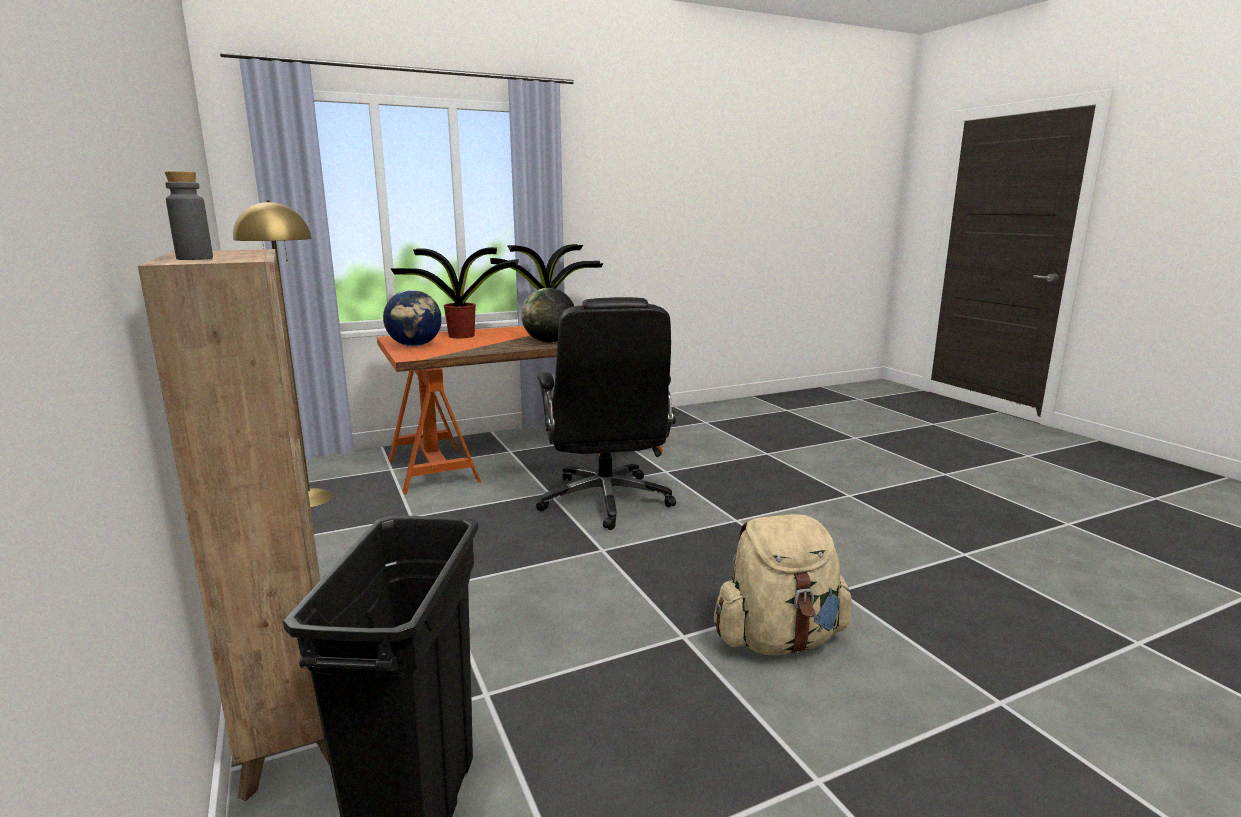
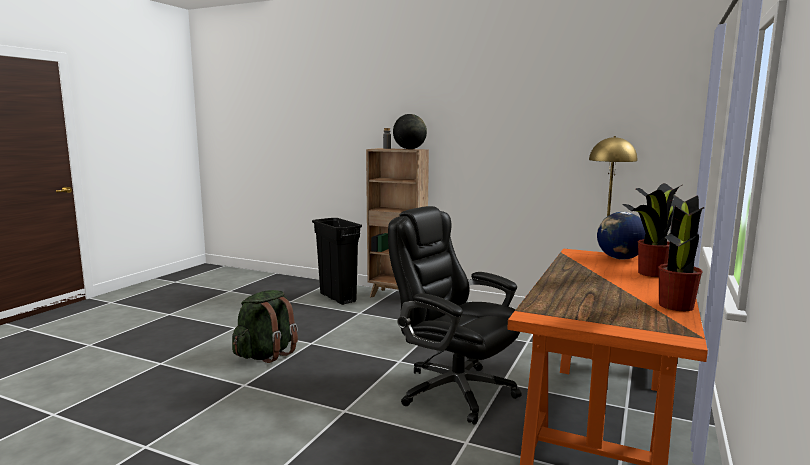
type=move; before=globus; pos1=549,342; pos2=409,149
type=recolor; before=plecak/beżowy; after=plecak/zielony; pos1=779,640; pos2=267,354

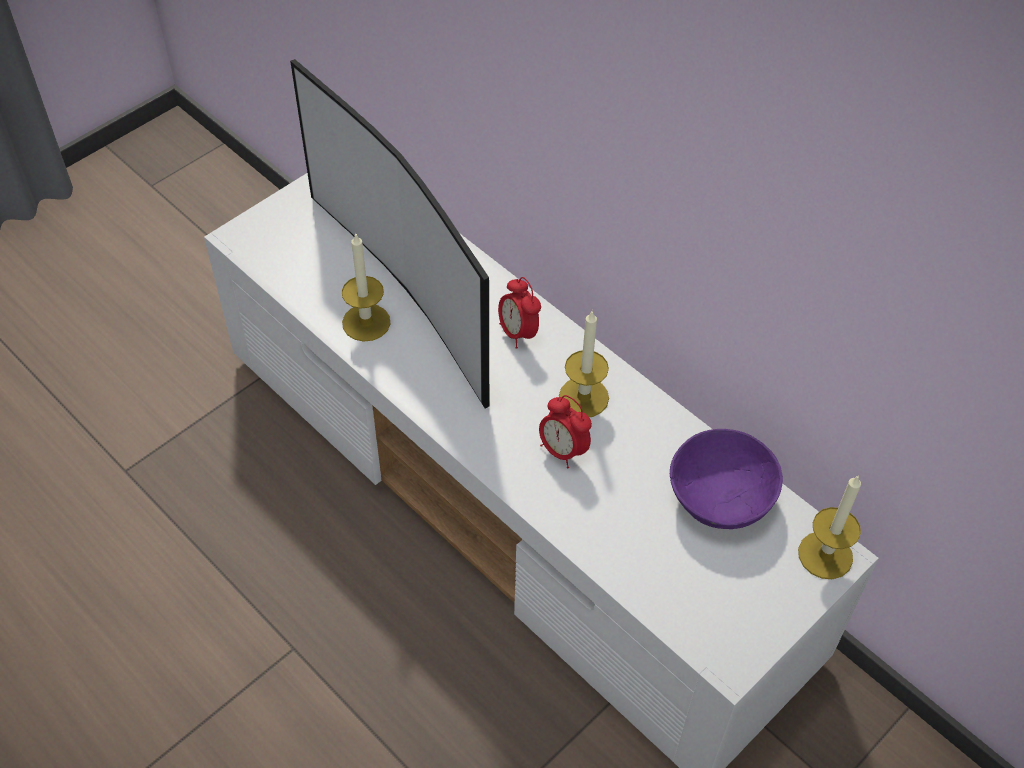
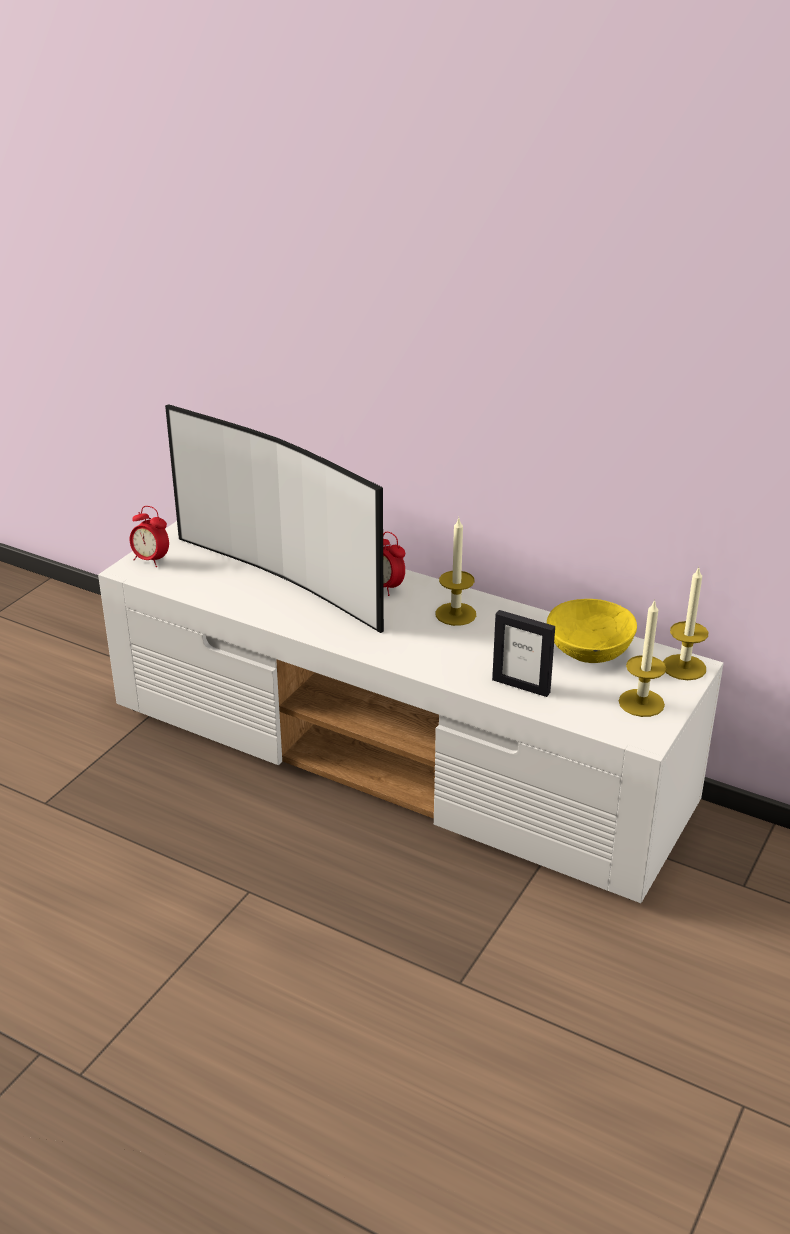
type=move; before=świeca; pos1=366,322; pos2=641,703
type=move; before=budzik; pos1=563,450; pos2=151,560
type=recolor; before=miska/fioletowy; after=miska/żółty; pos1=722,496; pos2=590,649
type=insert; after=ramka na zdjęcie; pos2=521,686

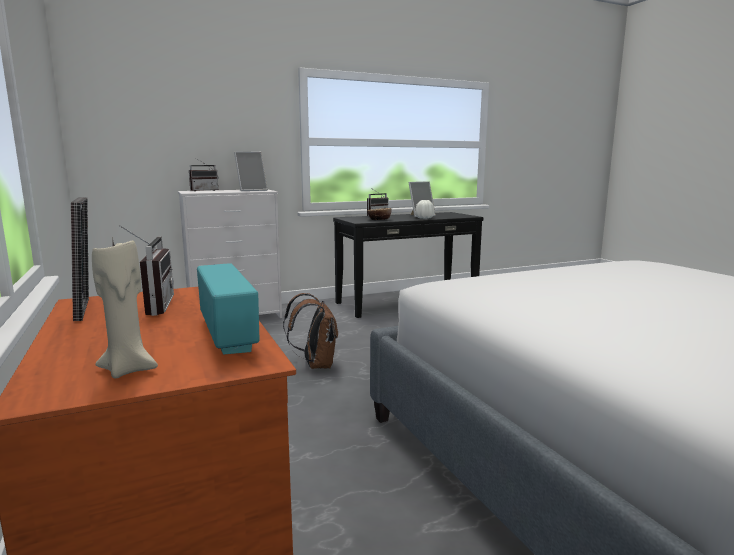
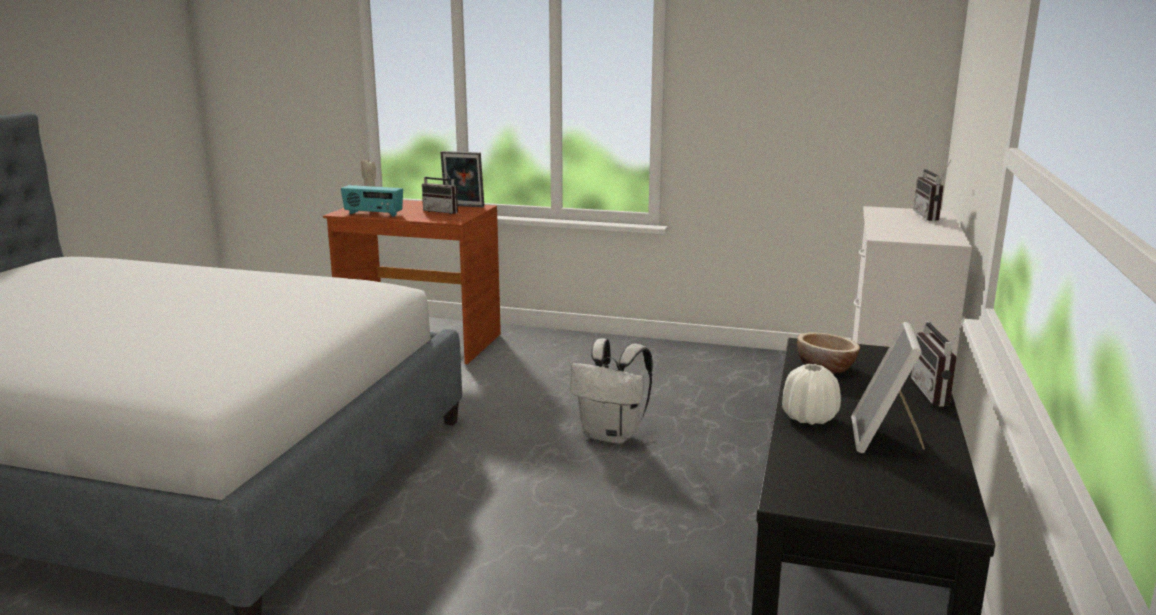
type=delete; before=ramka na zdjęcie; pos1=251,190
type=recolor; before=plecak/brązowy; after=plecak/biały; pos1=315,365; pos2=612,435

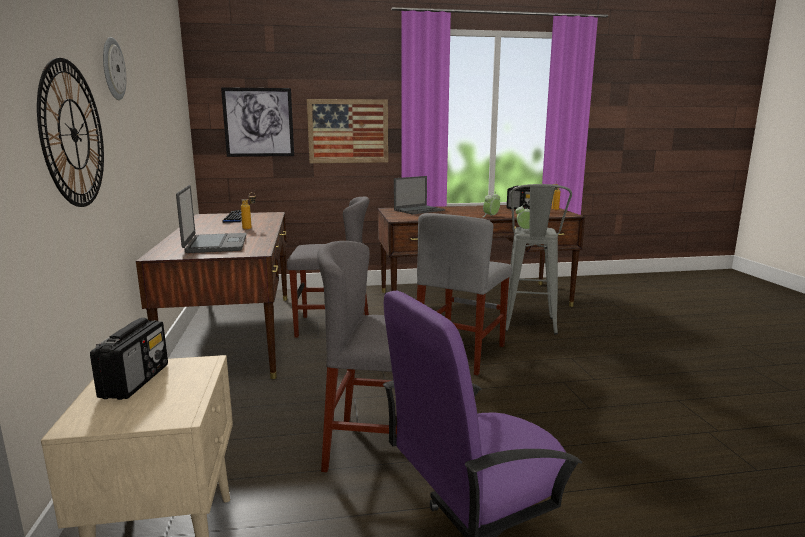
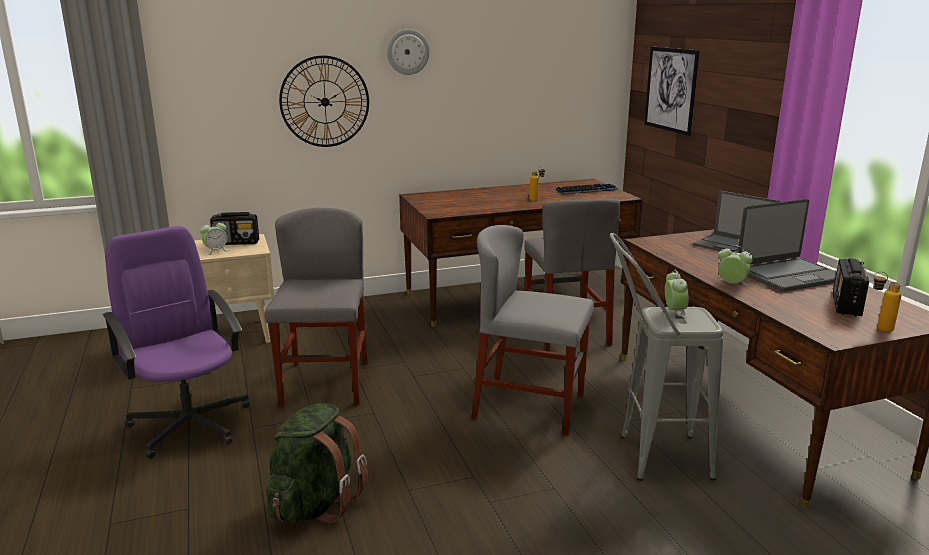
type=delete; before=obraz; pos1=348,131
type=move; before=laptop; pos1=215,244; pos2=789,275
type=insert; after=budzik; pos2=216,251
type=insert; after=plecak/zielony; pos2=315,503

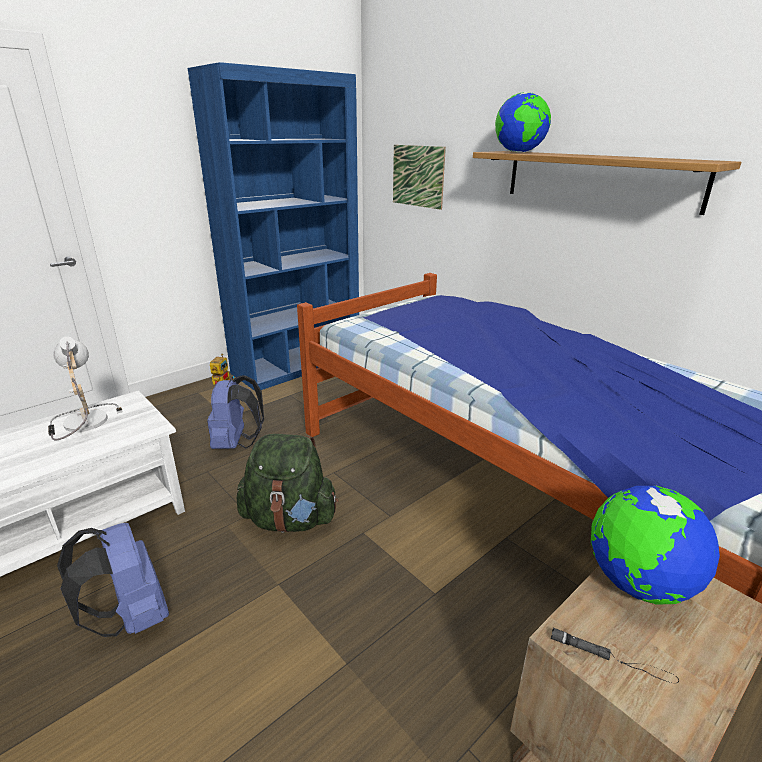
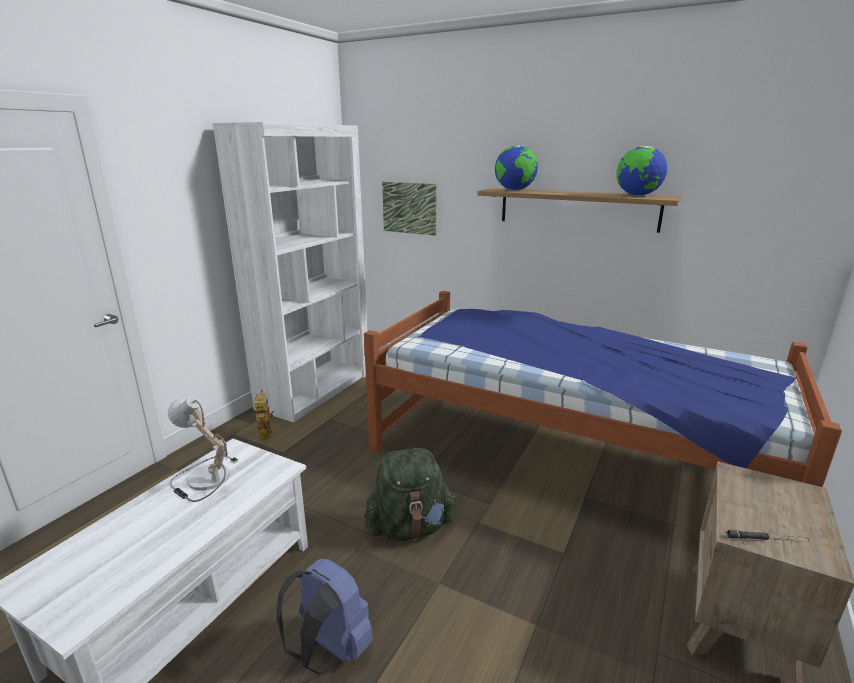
type=recolor; before=regał/niebieski; after=regał/biały; pos1=297,365; pos2=316,390
type=delete; before=plecak/niebieski; pos1=236,444
type=move; before=globus; pos1=638,583; pos2=637,195

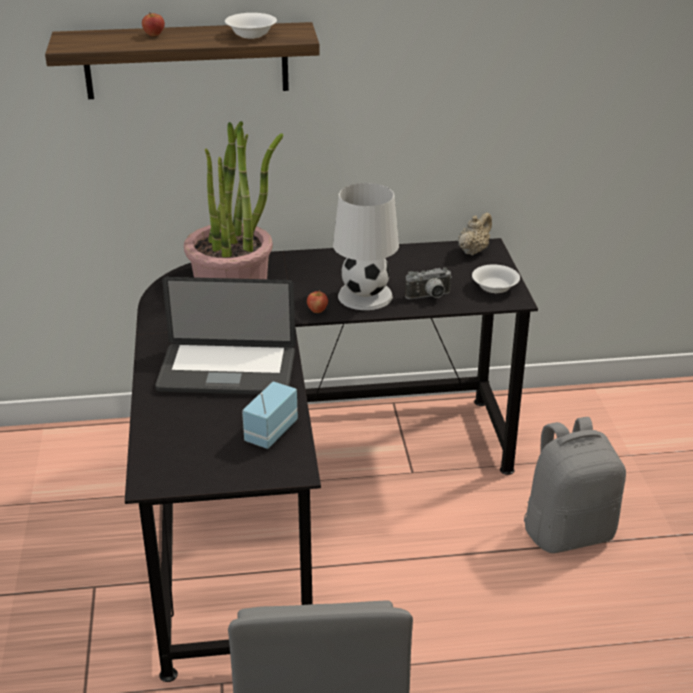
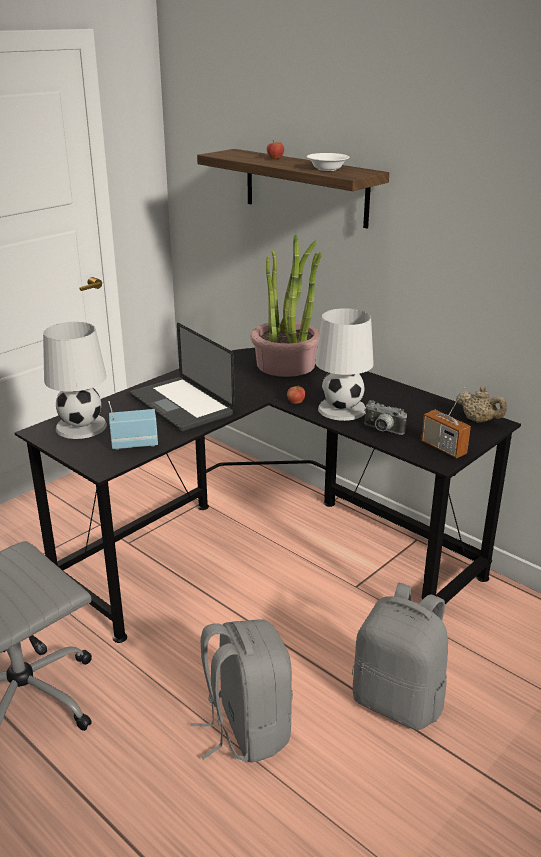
type=rotate; before=imbryk/beżowy; pos1=473,251; pos2=479,421; turn=45
type=replace; before=miska/biały; after=radio; pos1=495,287; pos2=443,448
type=insert; after=lampa stołowa/biały; pos2=81,426
type=insert; after=plecak/szary; pos2=246,729

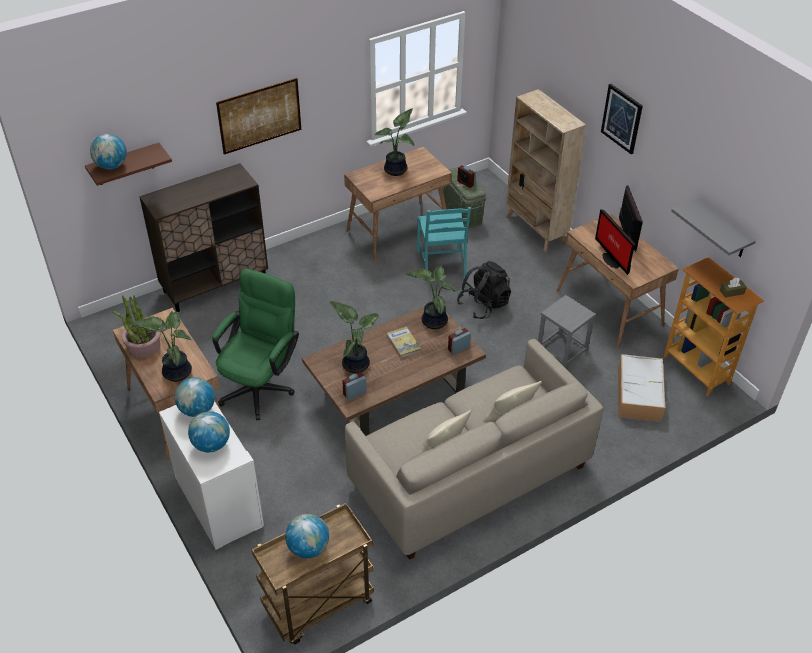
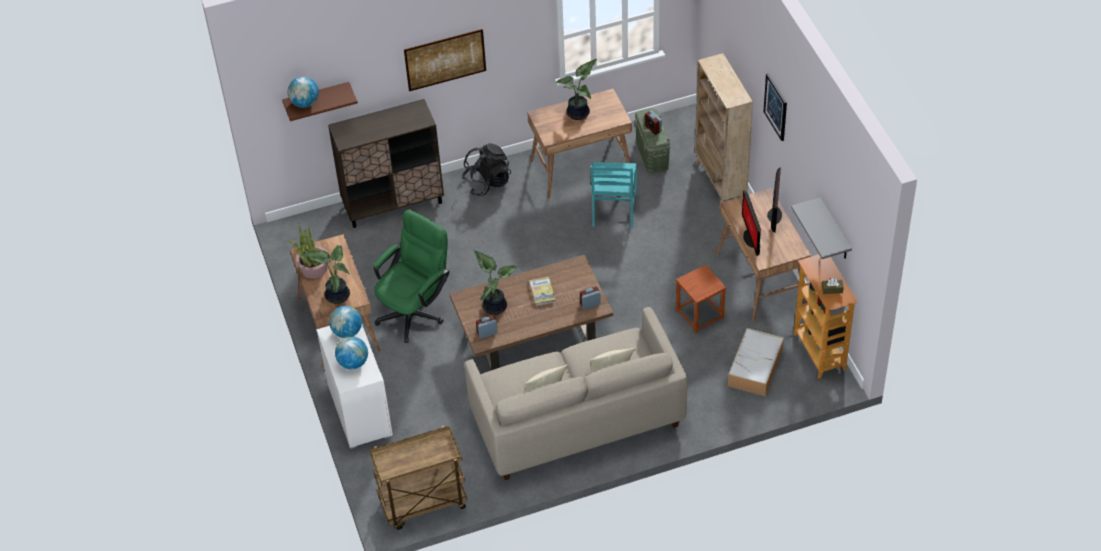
type=move; before=plecak/czarny; pos1=483,305; pos2=487,182
type=delete; before=roślina doniczkowa; pos1=433,321
type=recolor; before=stołek/szary; after=stołek/brązowy; pos1=561,350; pos2=699,314
type=delete; before=globus; pos1=308,548

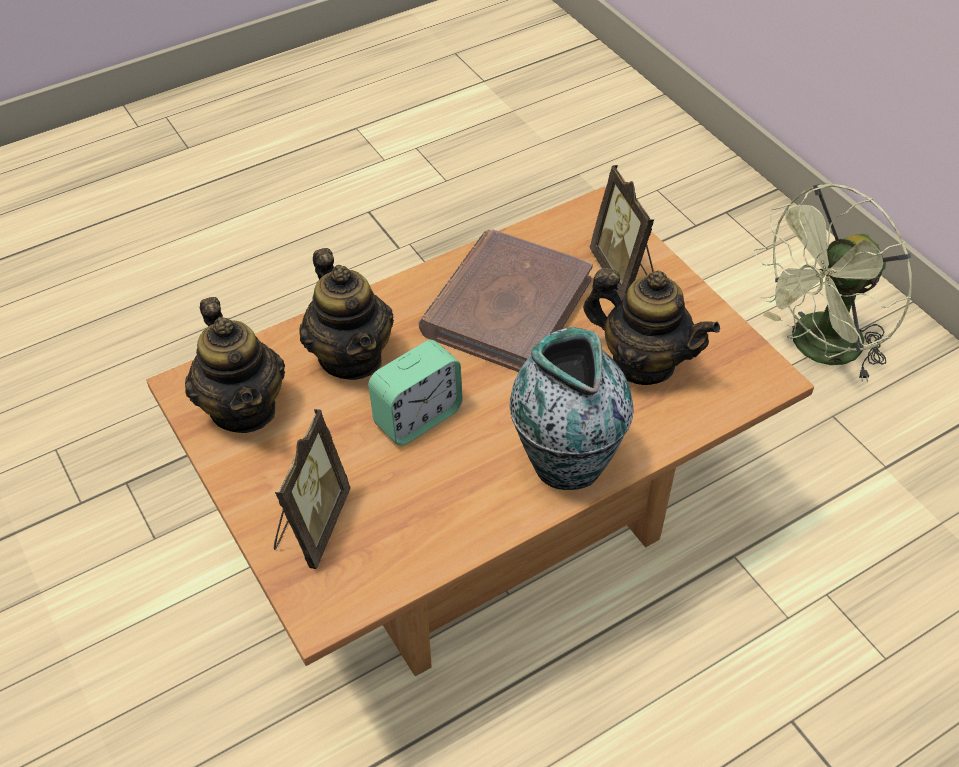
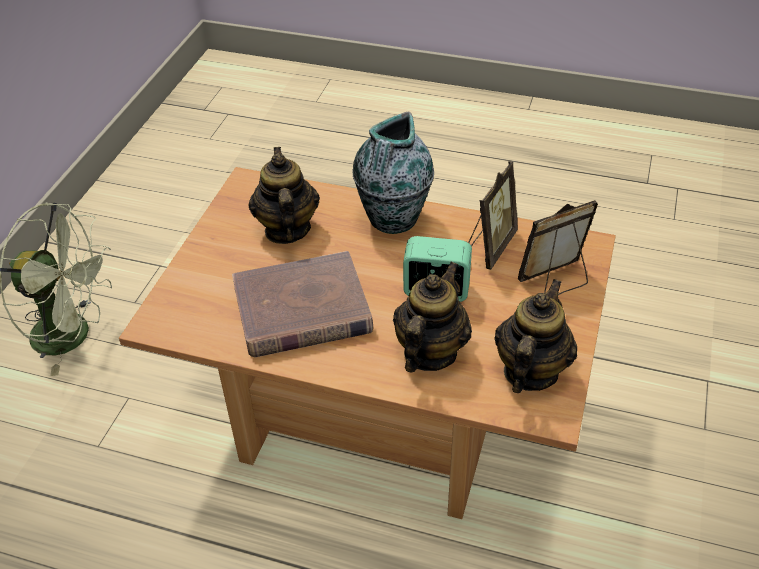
type=move; before=ramka na zdjęcie; pos1=624,273; pos2=489,247

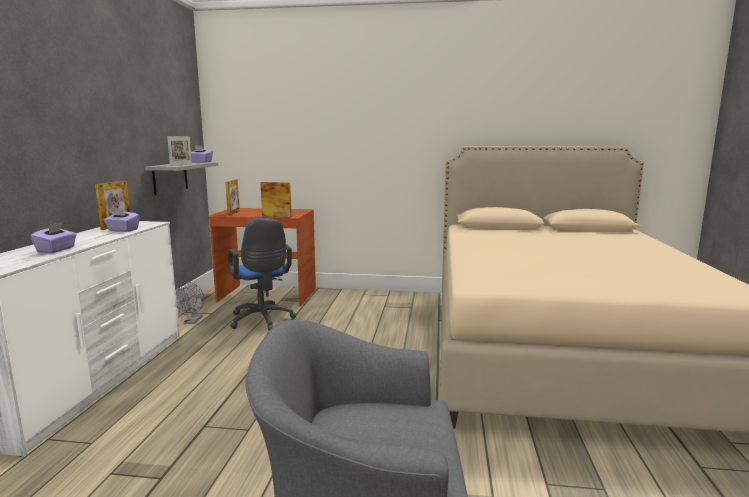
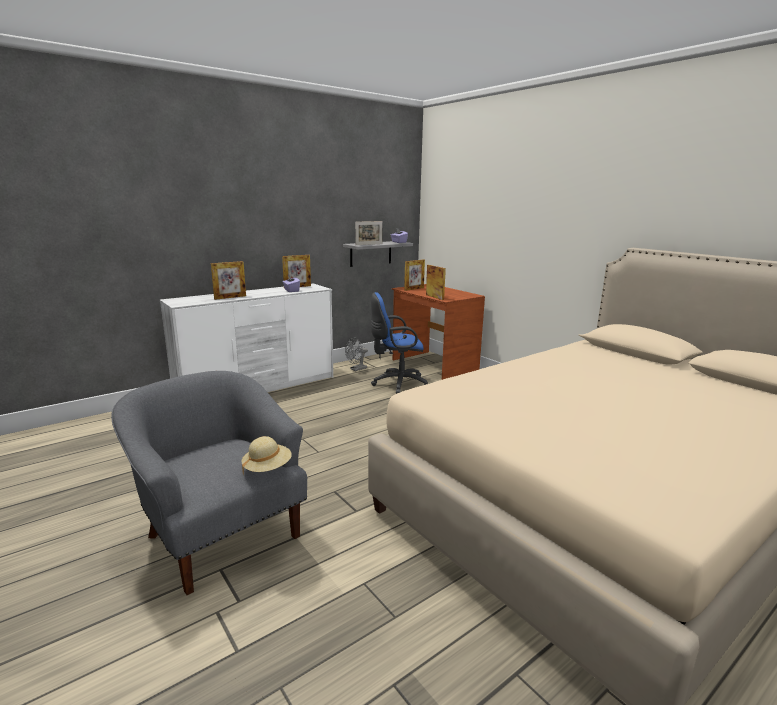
type=rotate; before=krzesło biurowe/niebieski; pos1=262,321; pos2=397,384; turn=60
type=replace; before=pudełko chusteczek/fioletowy; after=ramka na zdjęcie; pos1=56,250; pos2=230,297
type=insert; after=kapelusz/beżowy; pos2=267,468

